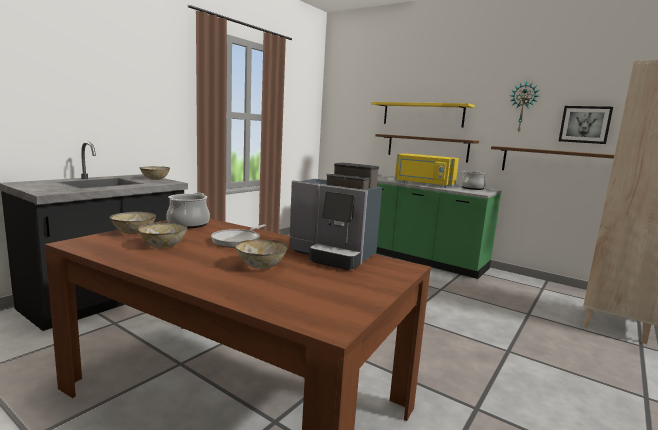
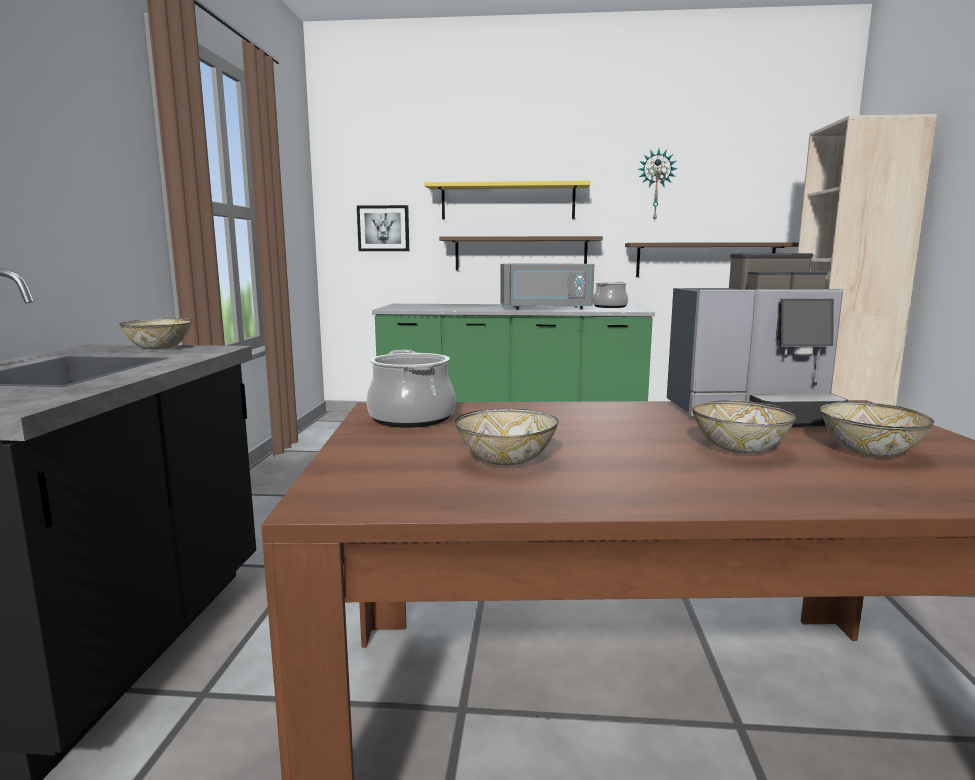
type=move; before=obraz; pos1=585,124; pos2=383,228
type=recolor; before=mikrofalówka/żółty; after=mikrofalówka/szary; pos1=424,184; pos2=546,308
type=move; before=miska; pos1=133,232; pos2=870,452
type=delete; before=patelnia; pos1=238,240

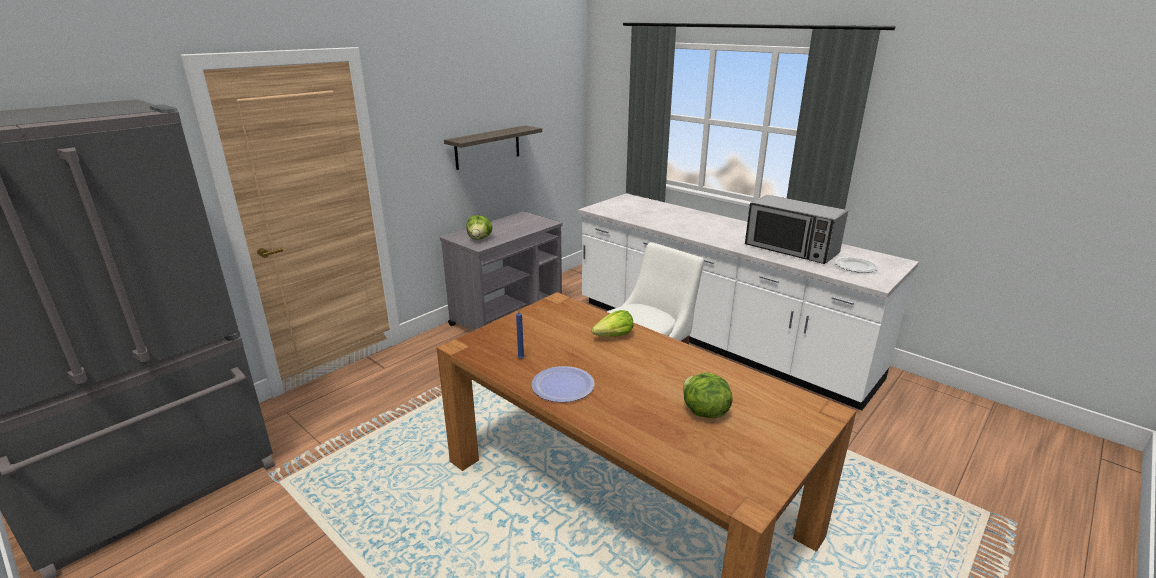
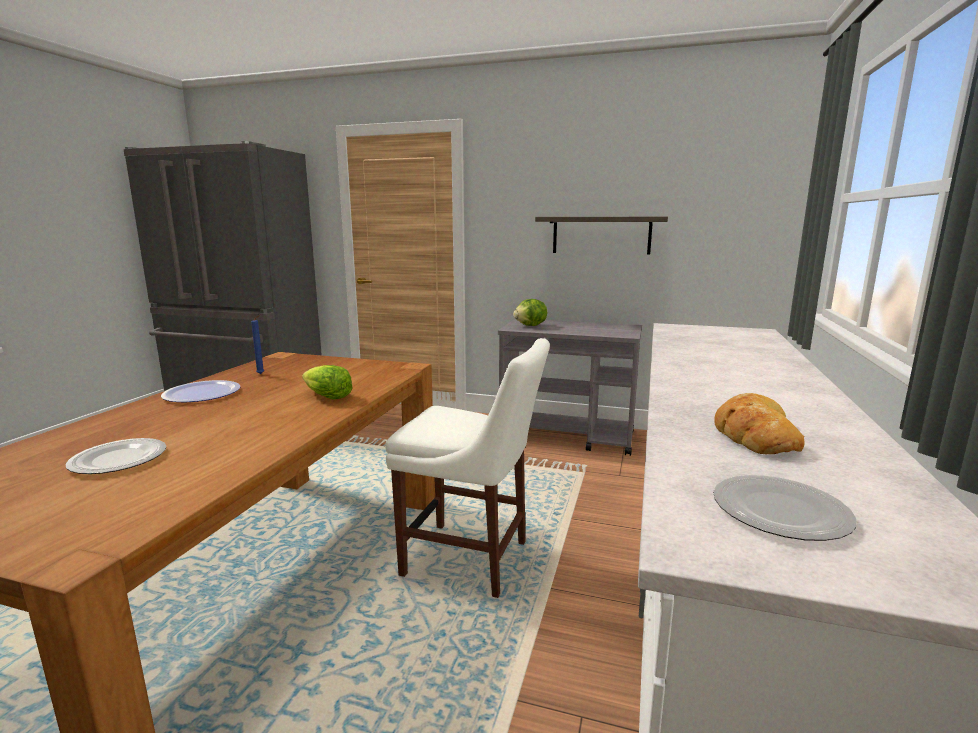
type=replace; before=mikrofalówka; after=chleb; pos1=791,249; pos2=754,434
type=replace; before=sałata; after=talerz; pos1=703,412; pos2=117,459

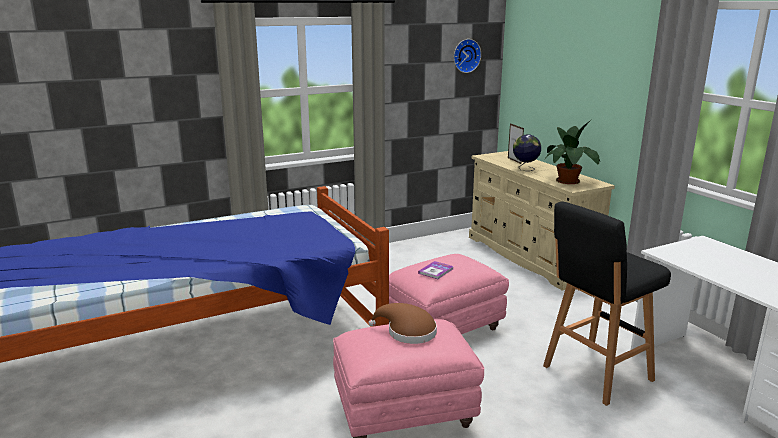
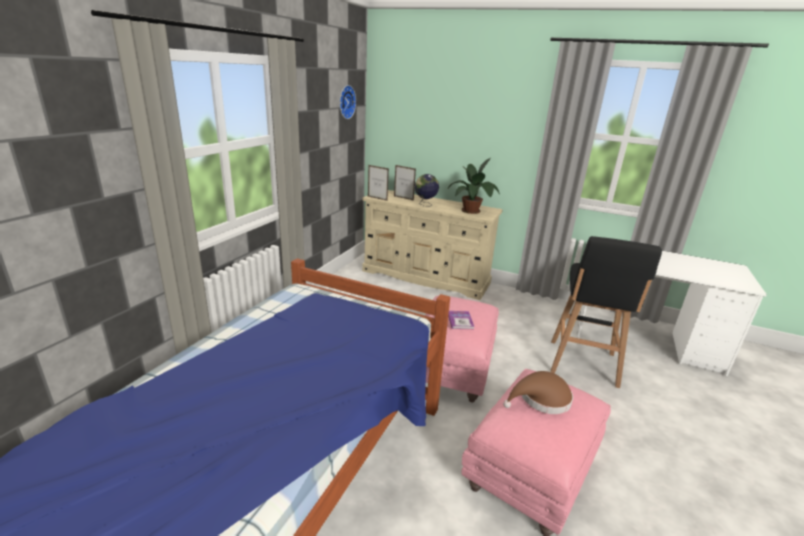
type=insert; after=ramka na zdjęcie; pos2=377,198

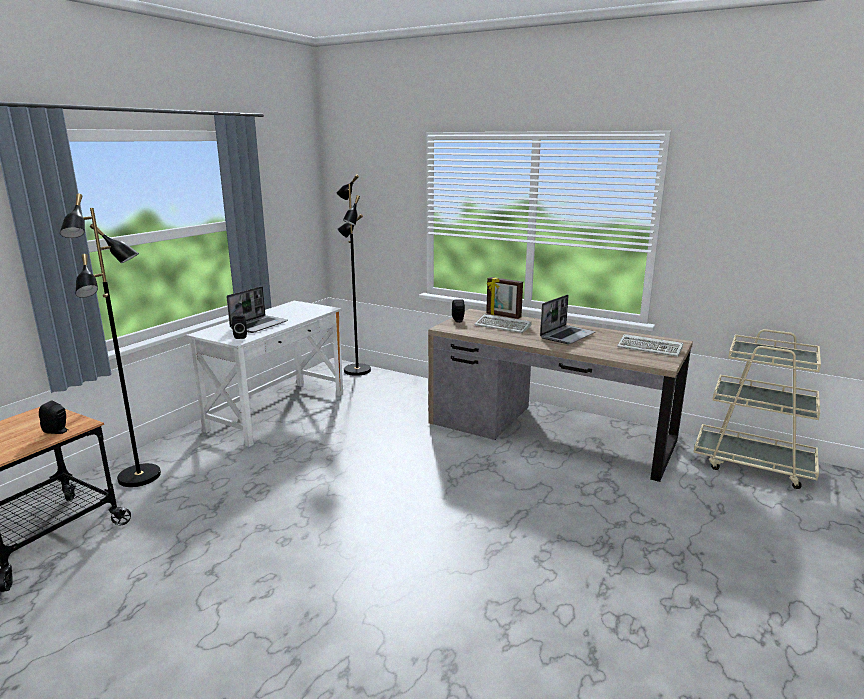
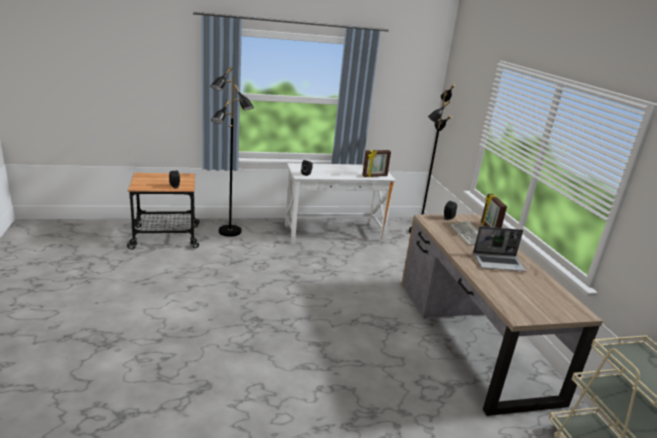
type=delete; before=laptop; pos1=259,325
type=delete; before=klawiatura; pos1=651,348
type=insert; after=ramka na zdjęcie; pos2=375,176

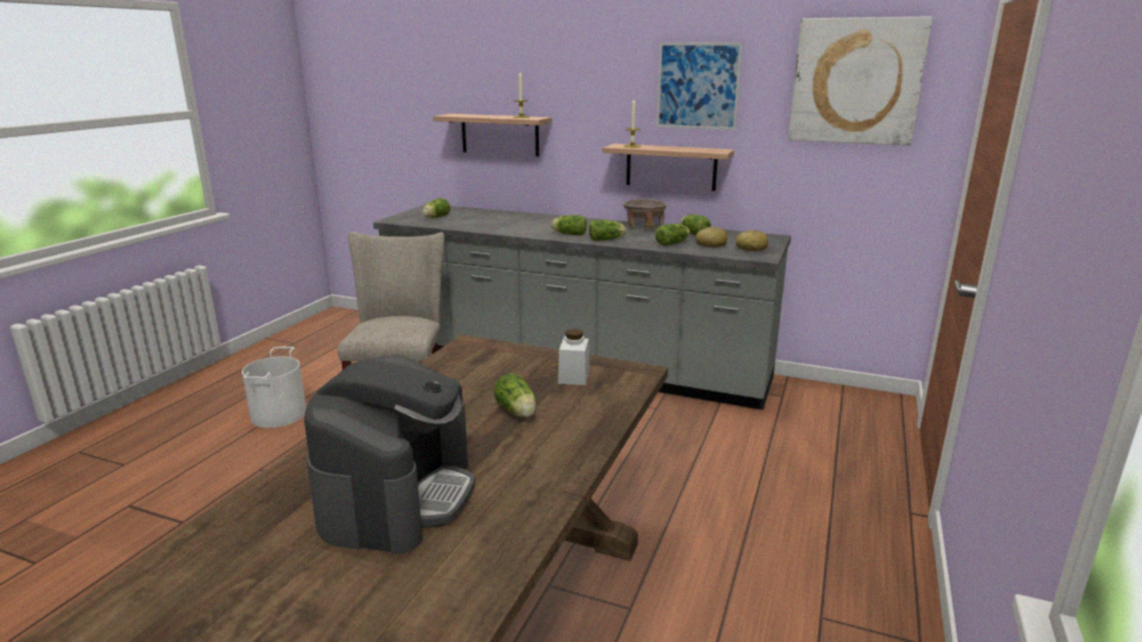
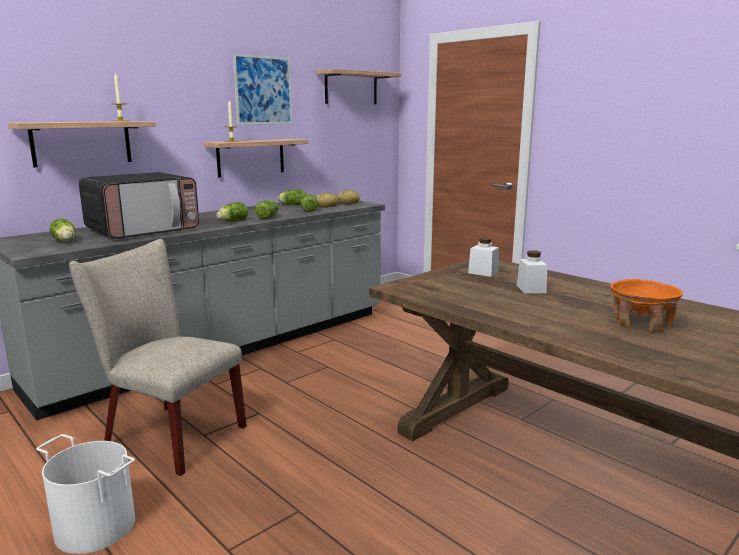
type=replace; before=obraz; after=półka; pos1=856,81; pos2=351,88
type=delete; before=miska/beżowy; pos1=644,227
type=replace; before=ekspres do kawy; after=miska/pomarańczowy; pos1=398,495; pos2=641,324
type=replace; before=sałata; after=słoik/biały; pos1=517,412; pos2=531,289
type=insert; after=mikrofalówka; pos2=143,230

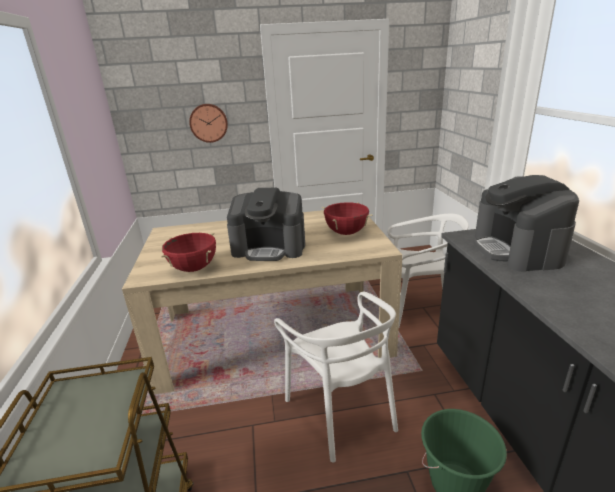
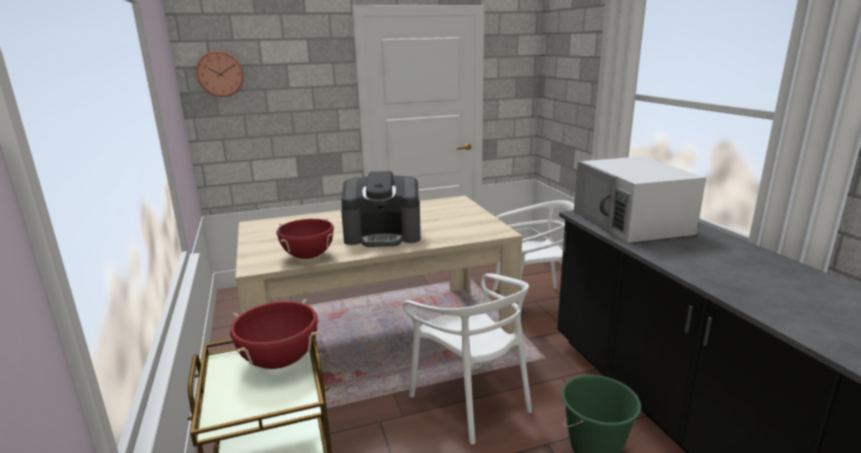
type=move; before=zegar ścienny; pos1=208,123; pos2=220,74
type=replace; before=ekspres do kawy; after=mikrofalówka/biały; pos1=517,249; pos2=631,222
type=move; before=garnek/czerwony; pos1=346,233; pos2=280,361

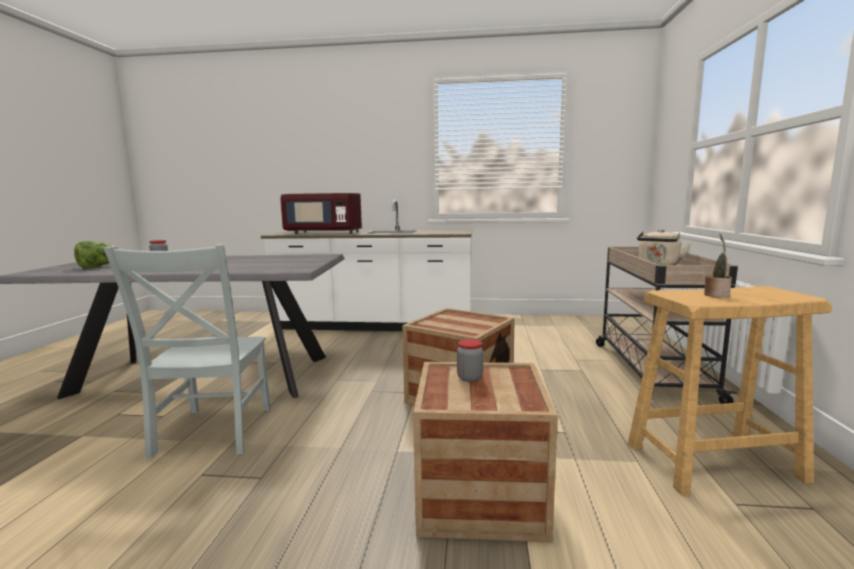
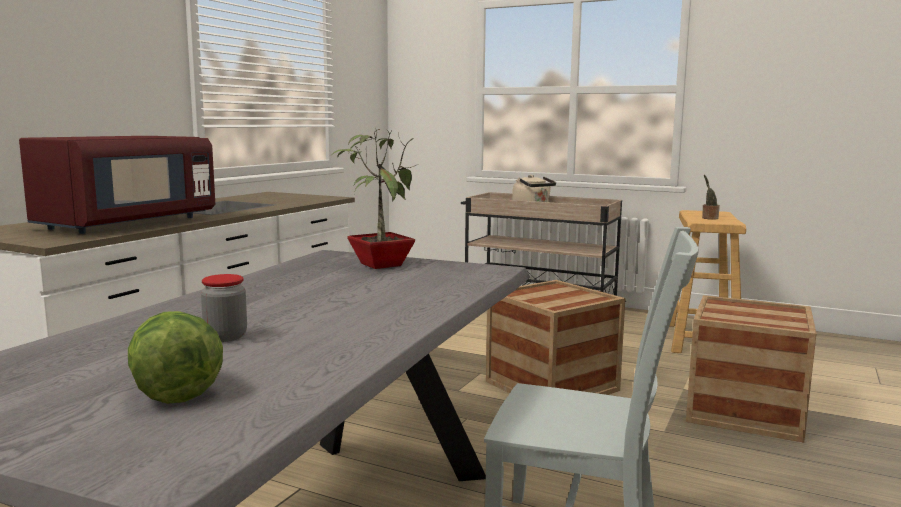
type=delete; before=słoik; pos1=469,378
type=insert; after=roślina doniczkowa; pos2=379,264

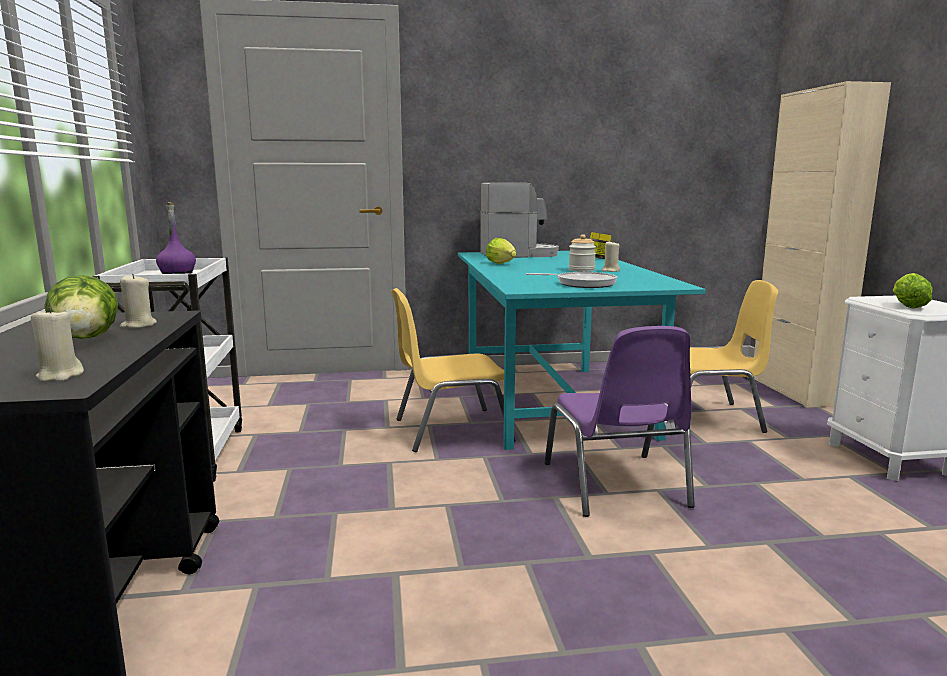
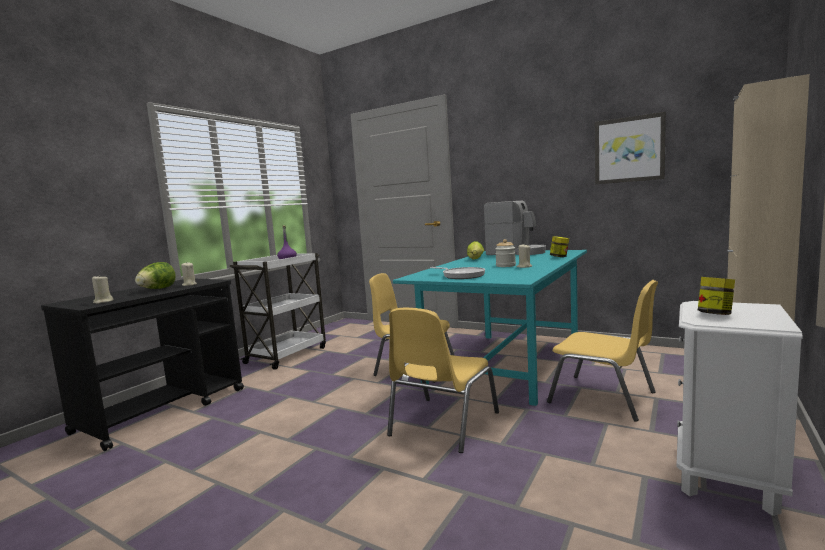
type=replace; before=sałata; after=słoik; pos1=907,306; pos2=715,314
type=recolor; before=krzesło/fioletowy; after=krzesło/żółty; pos1=616,485; pos2=442,424
type=insert; after=obraz; pos2=629,149

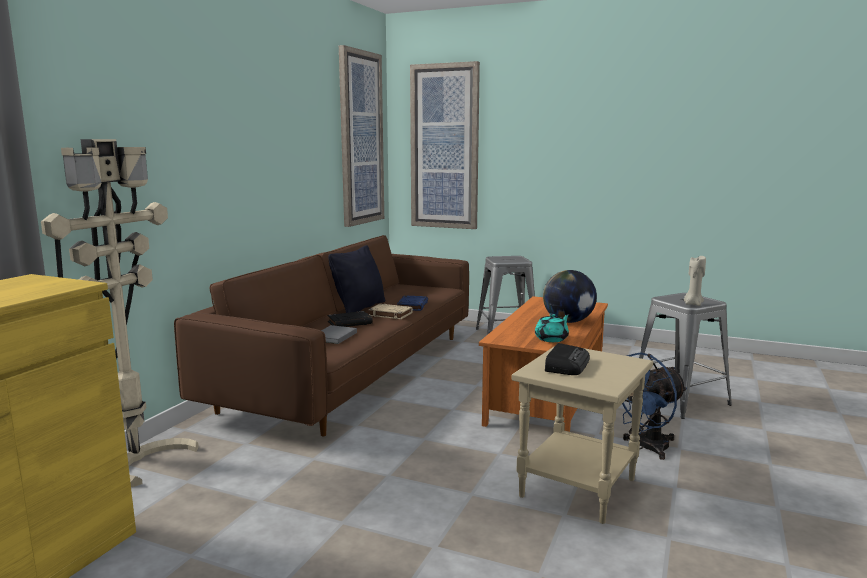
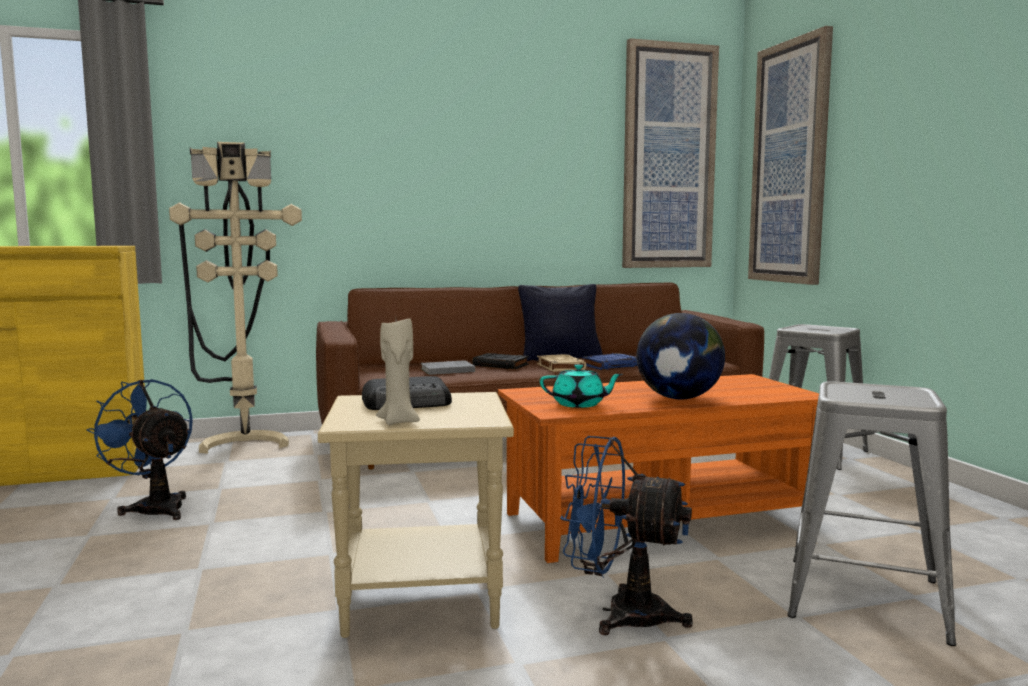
type=move; before=świeca/beżowy; pos1=693,304; pos2=399,421
type=insert; after=wentylator/niebieski; pos2=155,507

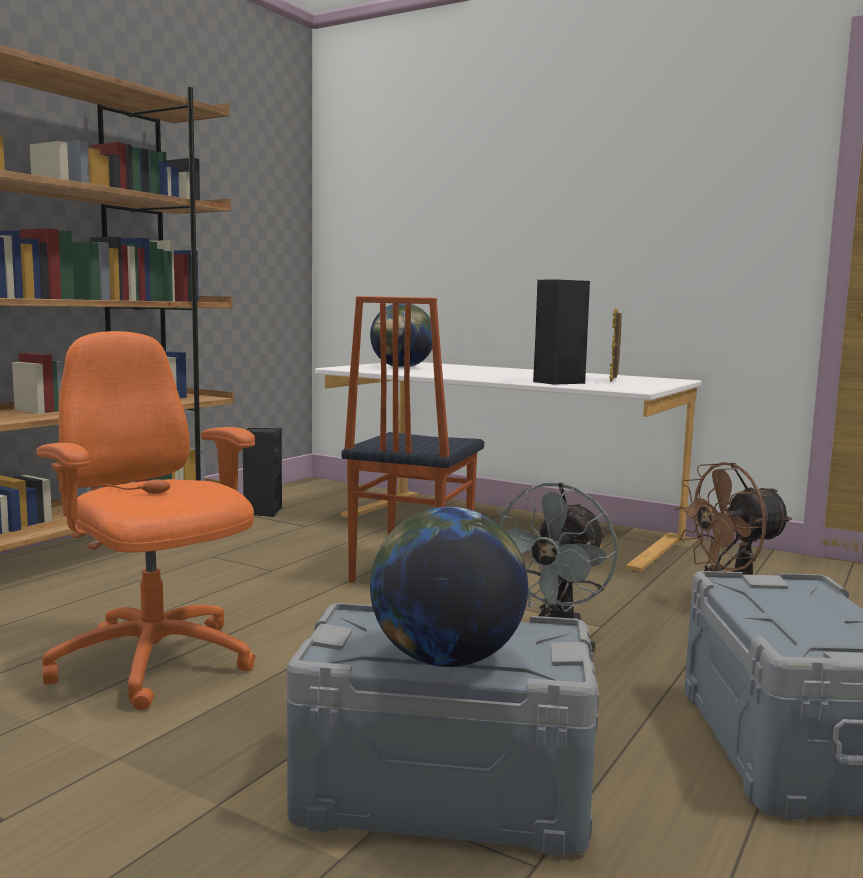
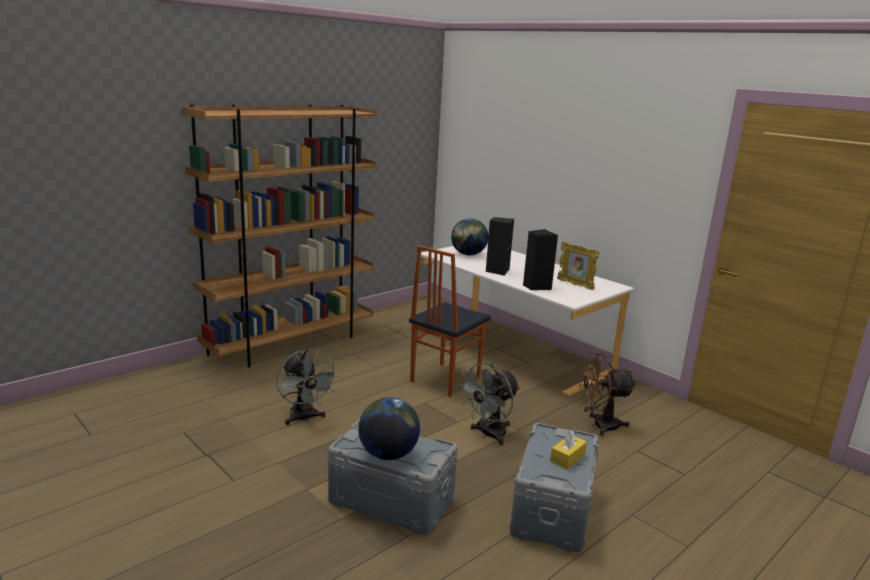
type=rotate; before=ramka na zdjęcie; pos1=613,380; pos2=575,285; turn=-75
type=replace; before=krzesło biurowe/pomarańczowy; after=wentylator/szary; pos1=154,665; pos2=304,418
type=move; before=głośnik/czarny; pos1=262,512; pos2=497,271
type=insert; after=pudełko chusteczek/żółty; pos2=567,458

